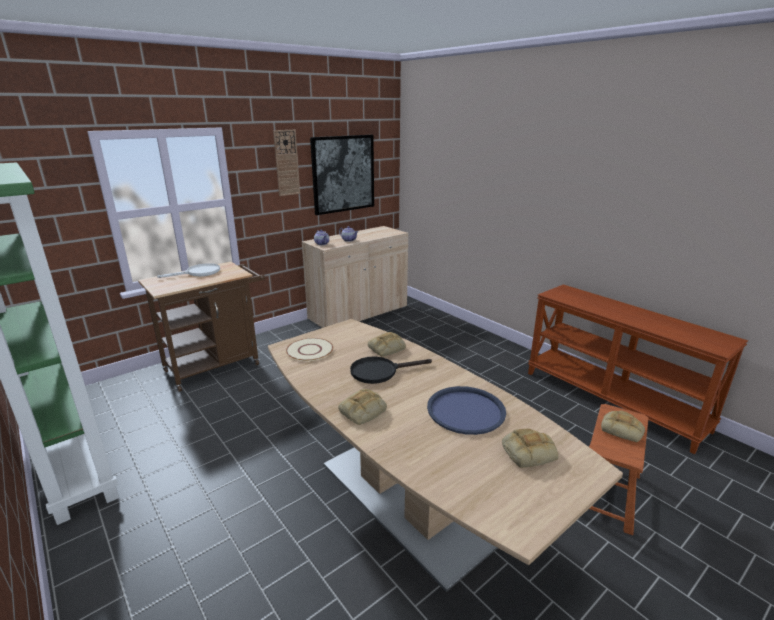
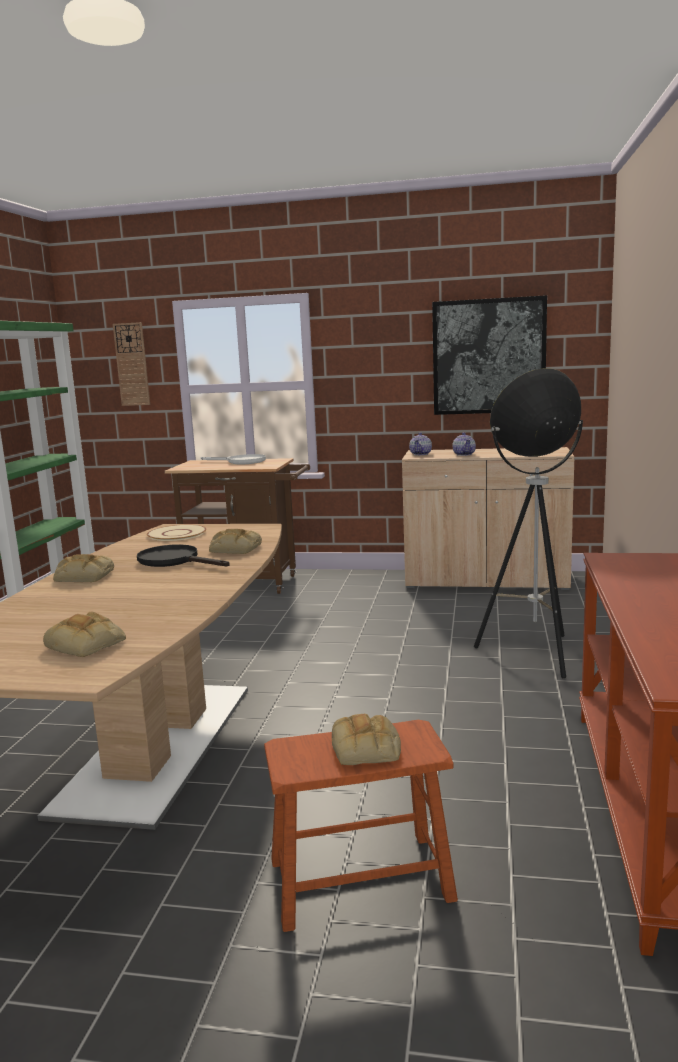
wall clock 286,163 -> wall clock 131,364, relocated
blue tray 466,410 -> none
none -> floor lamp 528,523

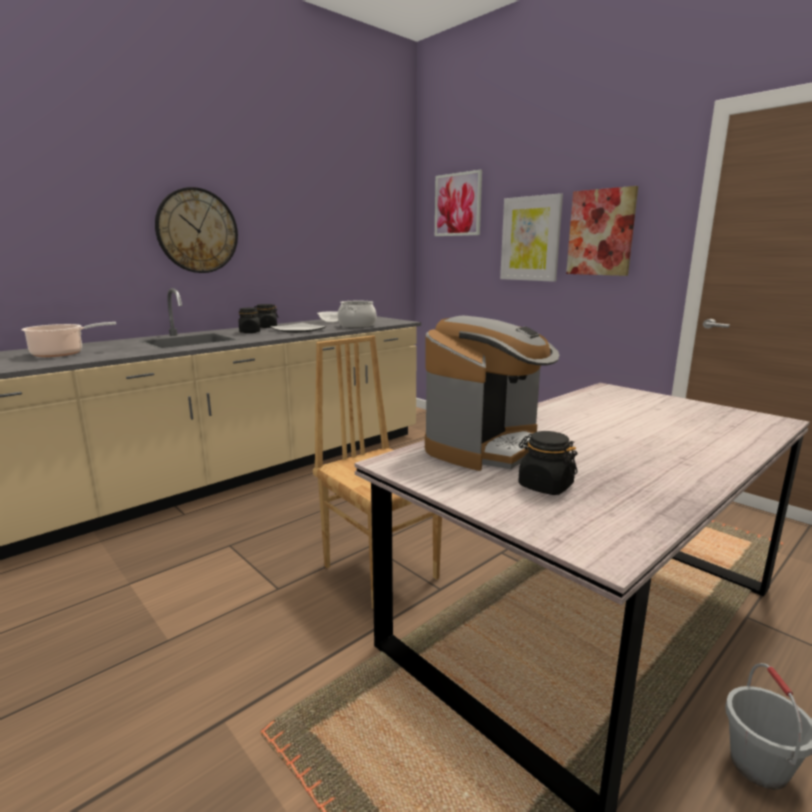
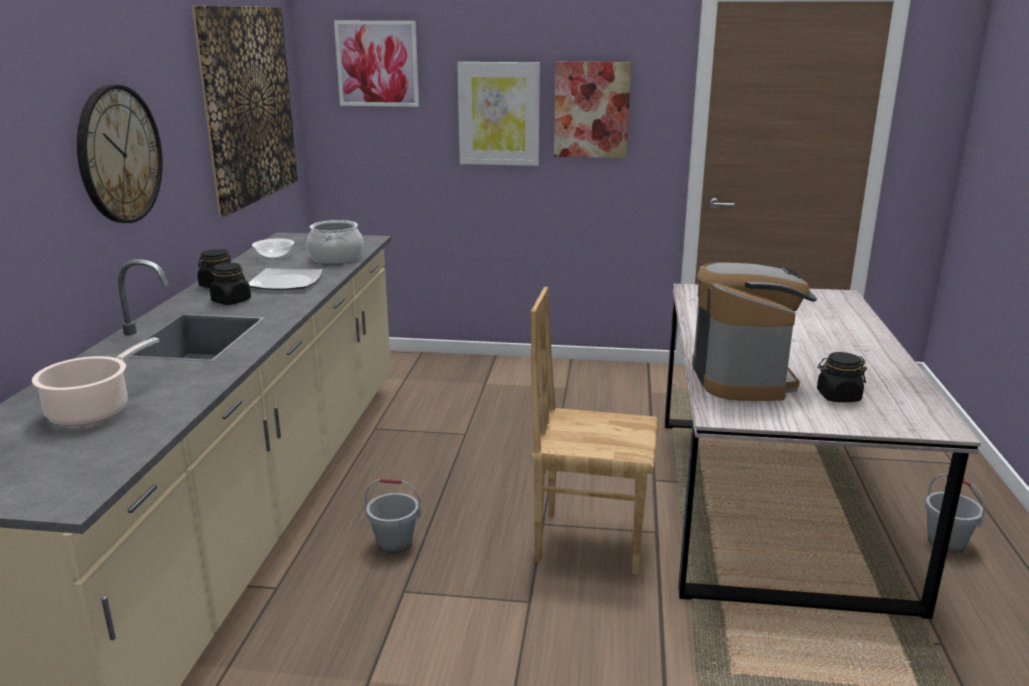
none -> picture 245,110
none -> grey bucket 392,516

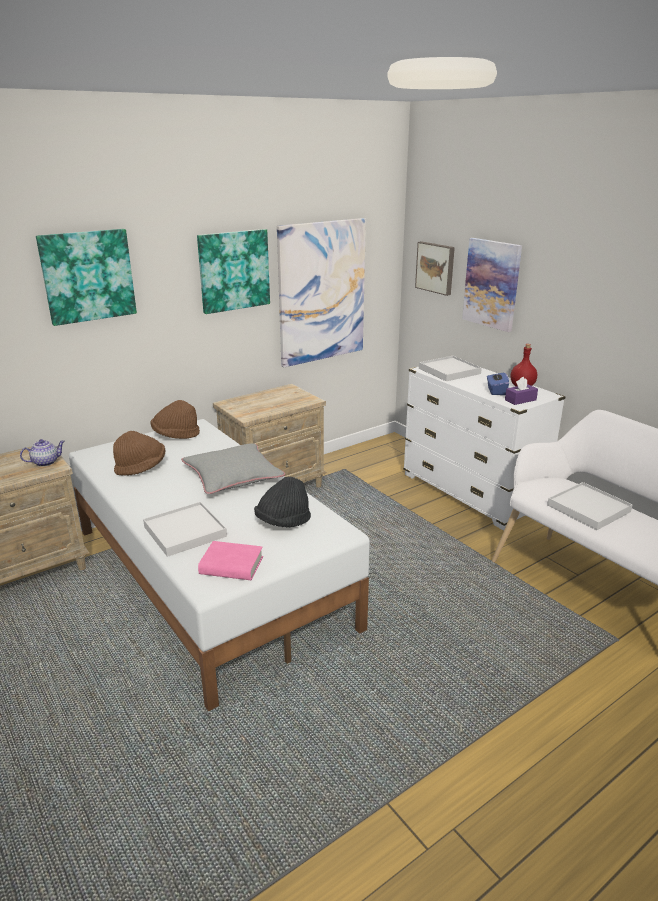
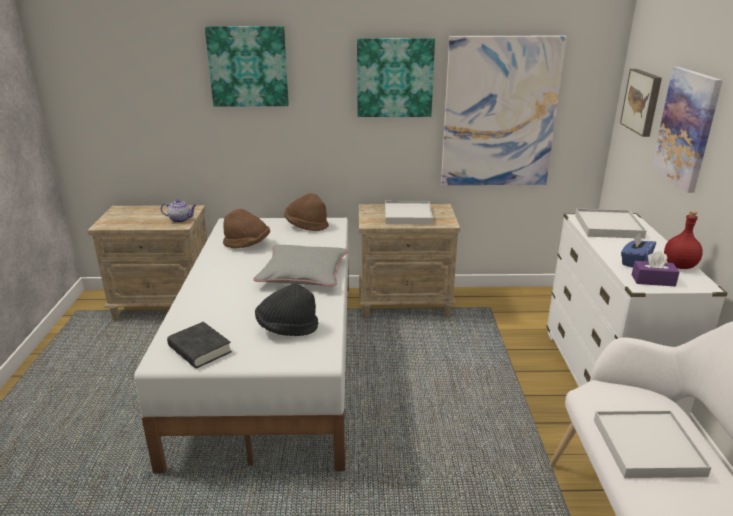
white tray 185,529 -> white tray 409,213, relocated
pink book 230,560 -> black book 199,345

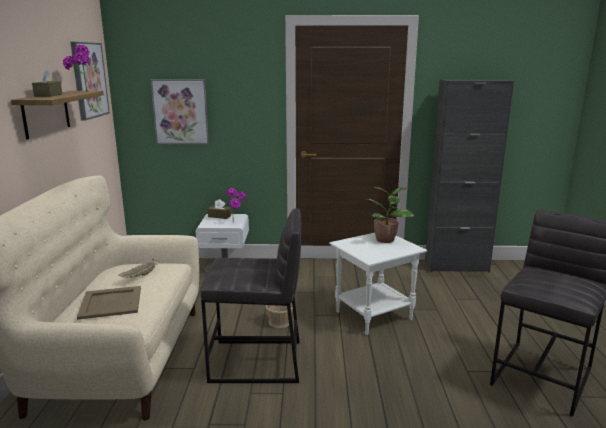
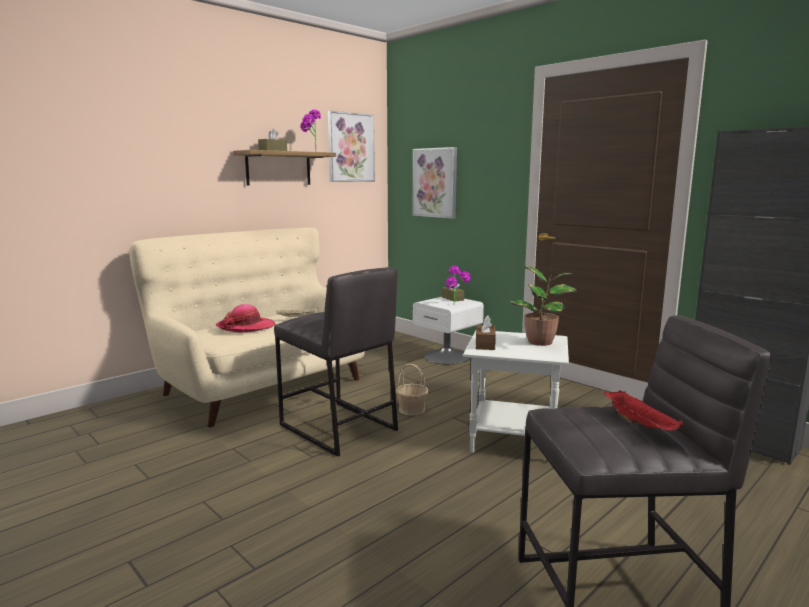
beige tray 109,303 -> hat 246,318
none -> brown tissue box 486,332
none -> red tray 643,410

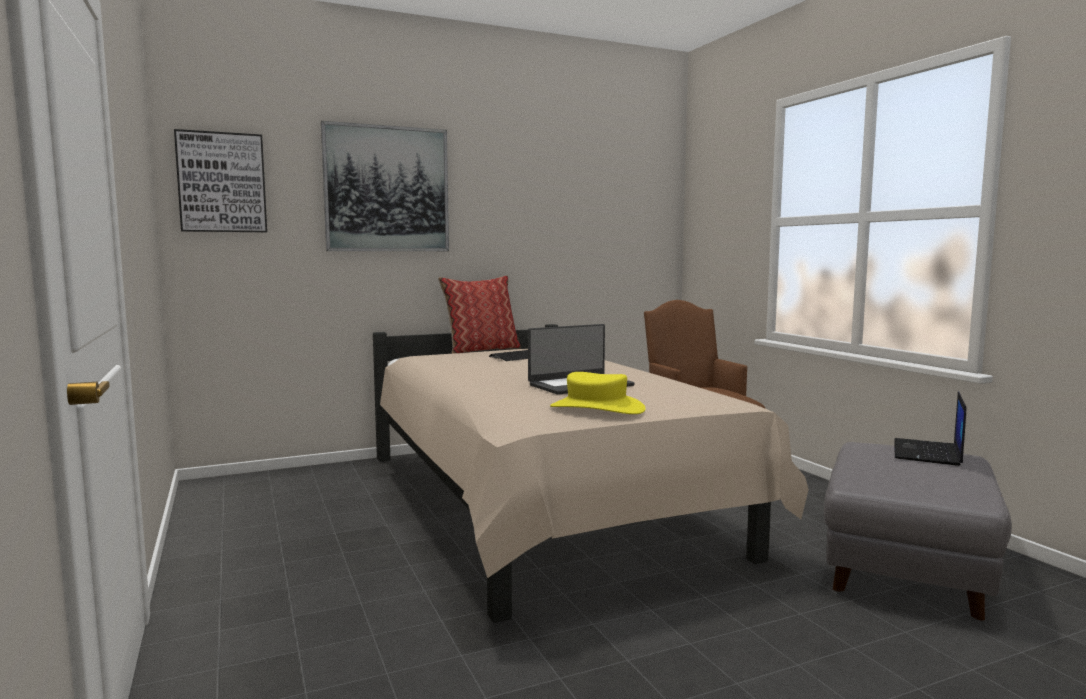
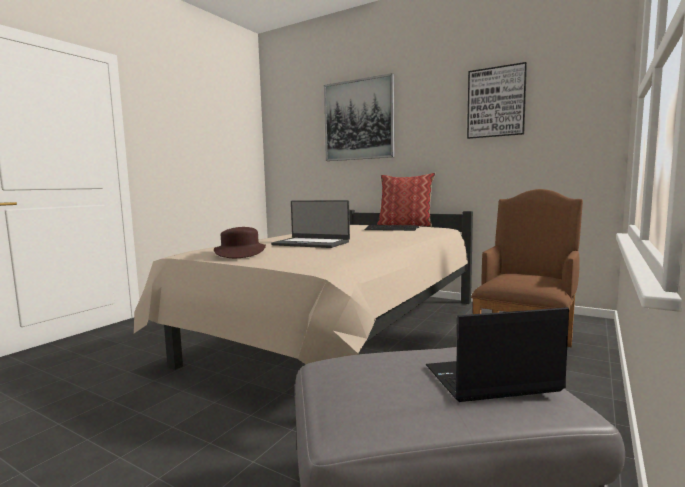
picture 220,180 -> picture 497,100, relocated
yellow hat 598,393 -> brown hat 240,242

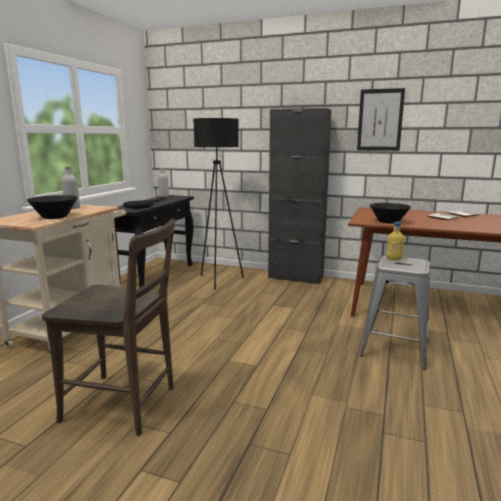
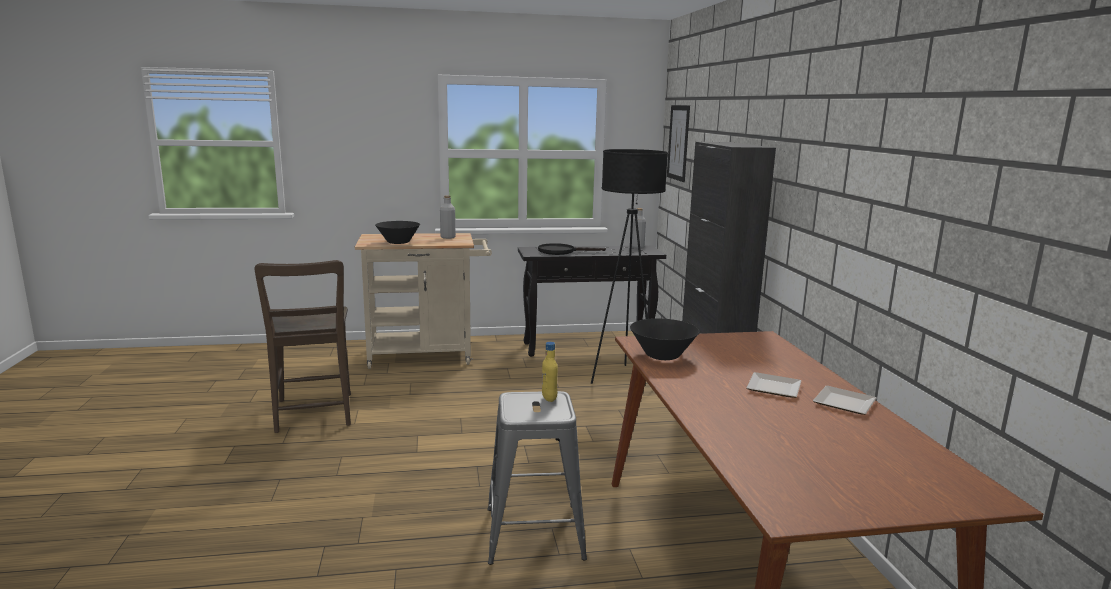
picture 381,119 -> picture 678,143, relocated

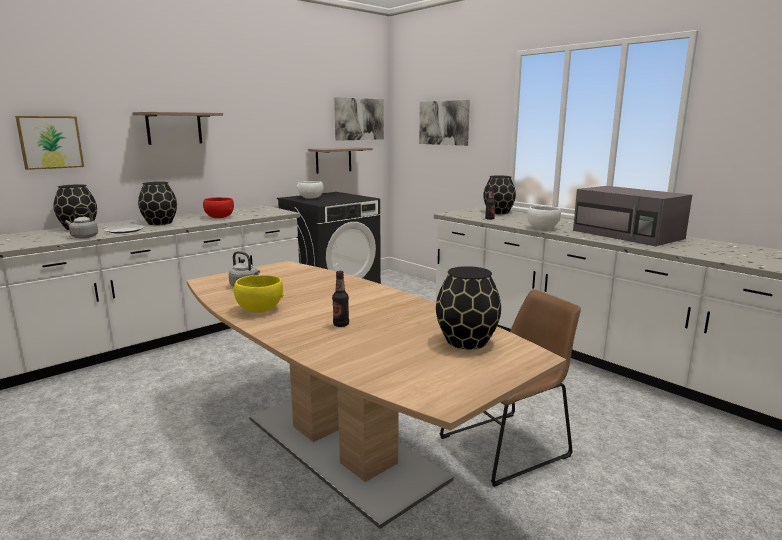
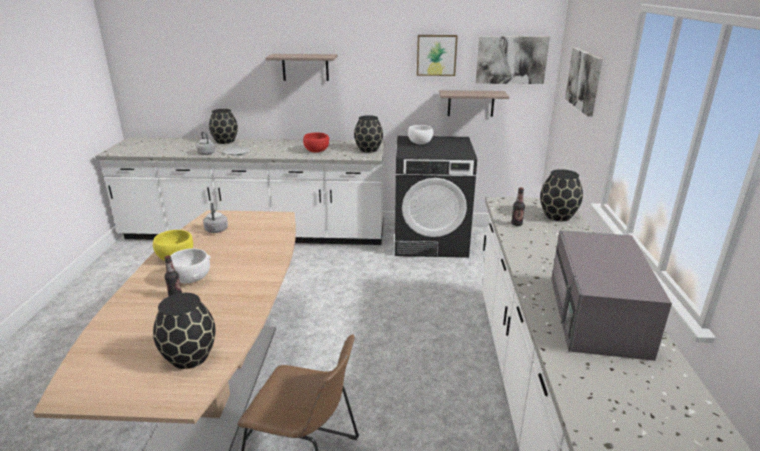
picture 49,143 -> picture 437,55, relocated
black vase 157,203 -> black vase 368,134, relocated
white bowl 544,217 -> white bowl 191,265, relocated

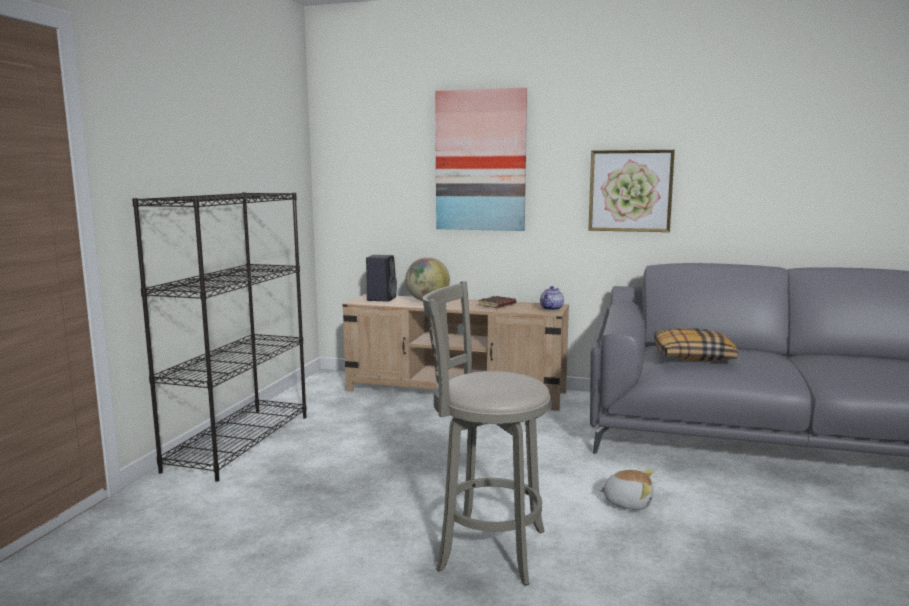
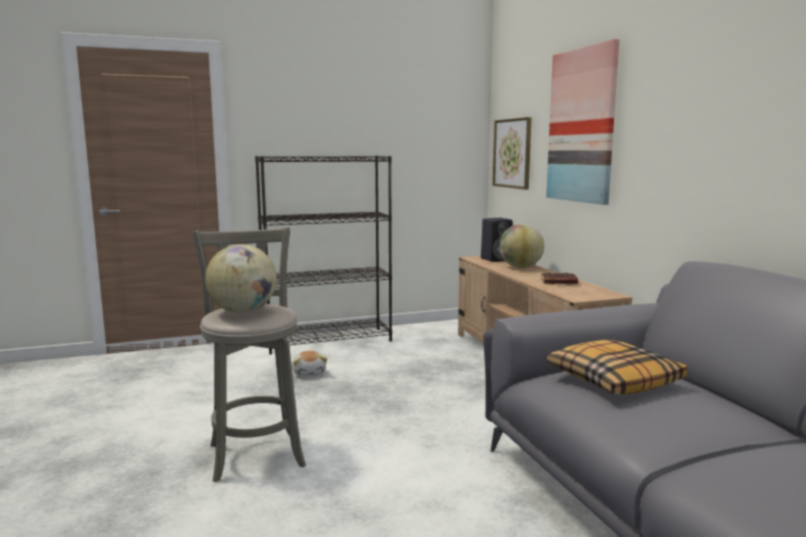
teapot 552,298 -> none
picture 631,191 -> picture 512,153, relocated
plush toy 625,490 -> plush toy 309,364, relocated
none -> globe 241,278

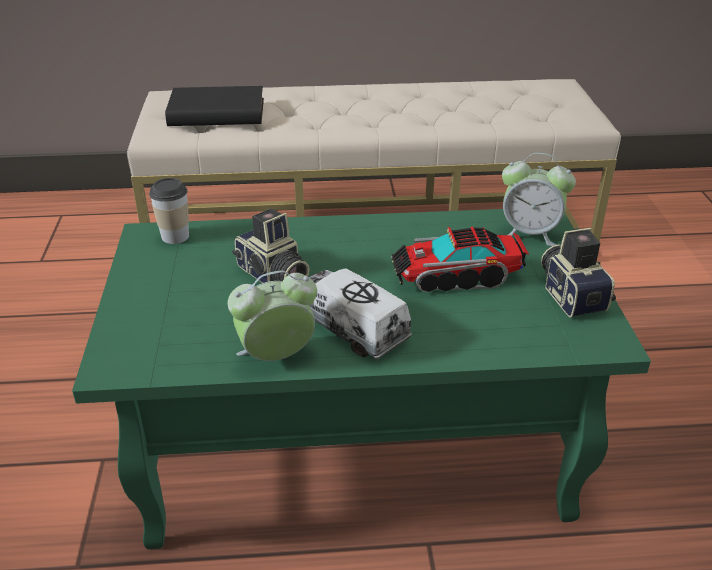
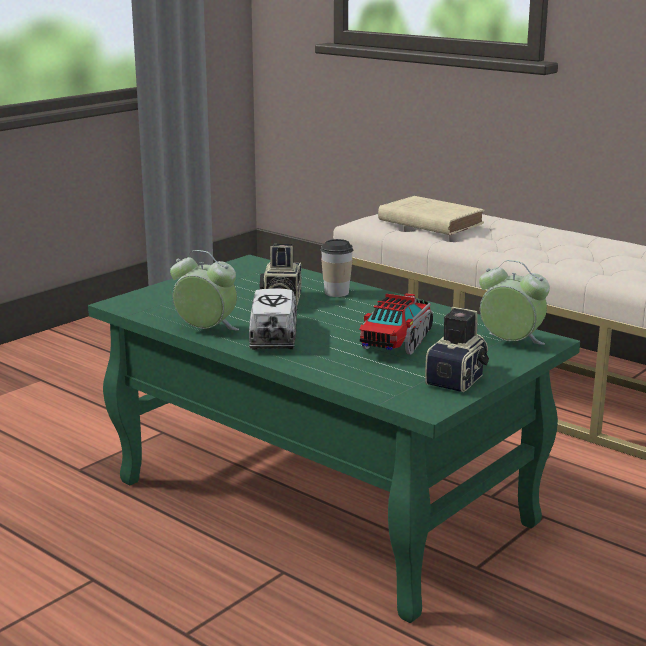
cup 169,211 -> cup 337,268, relocated
black book 214,106 -> beige book 431,215
toy truck 460,259 -> toy truck 396,323, 75 degrees clockwise
alarm clock 539,199 -> alarm clock 514,302, 150 degrees clockwise

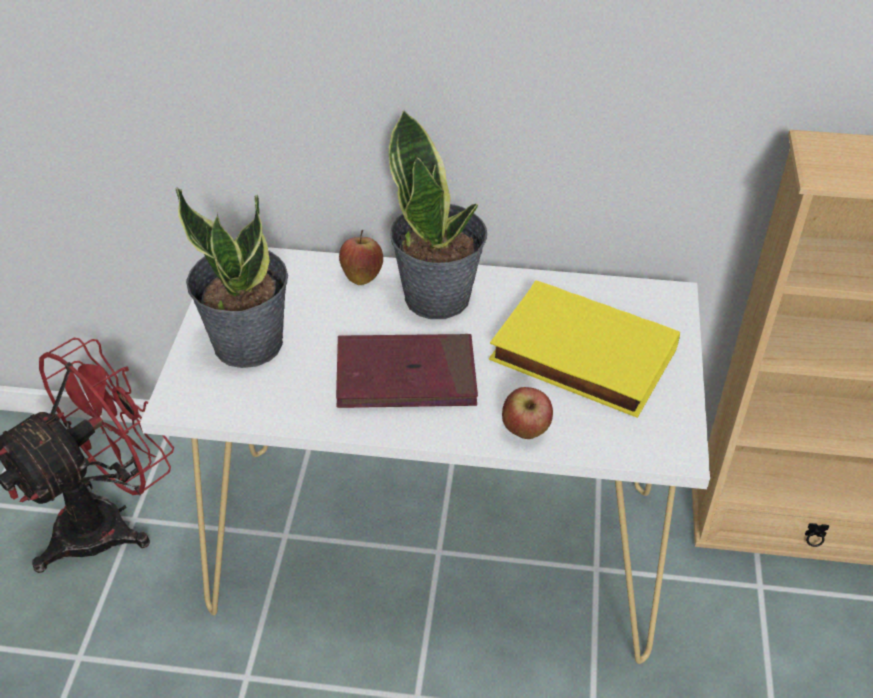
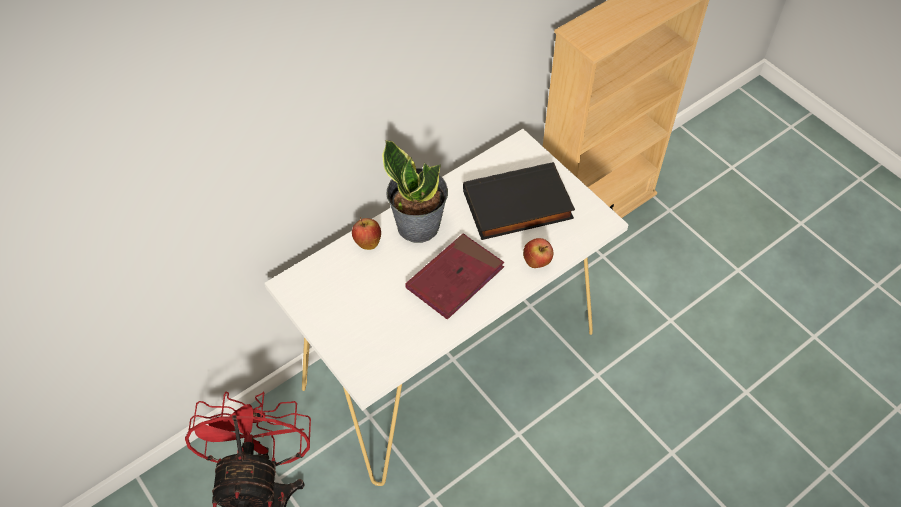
potted plant 232,277 -> none
yellow book 584,349 -> black book 519,201

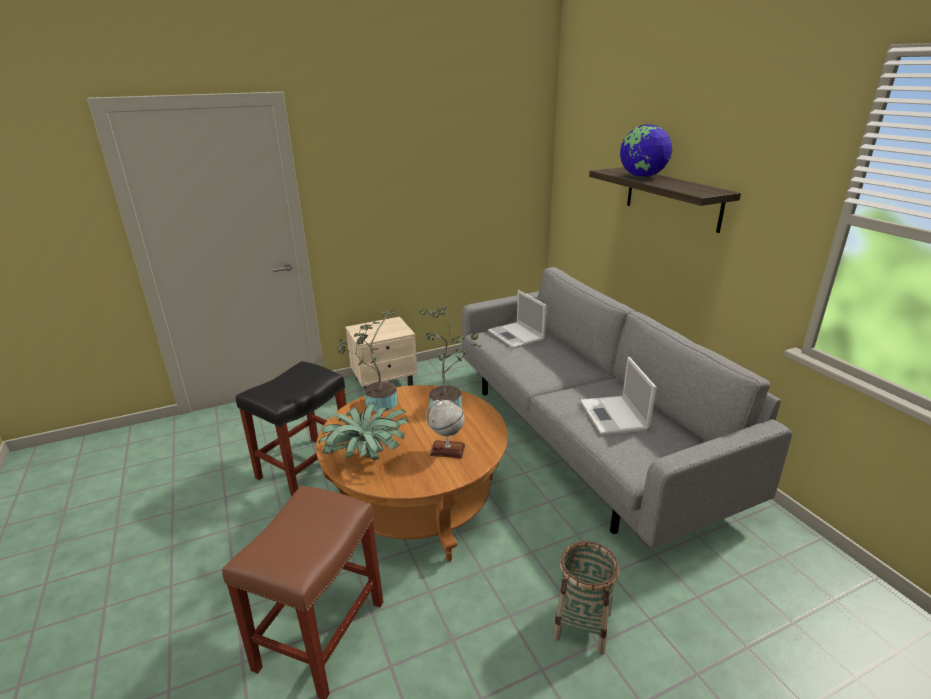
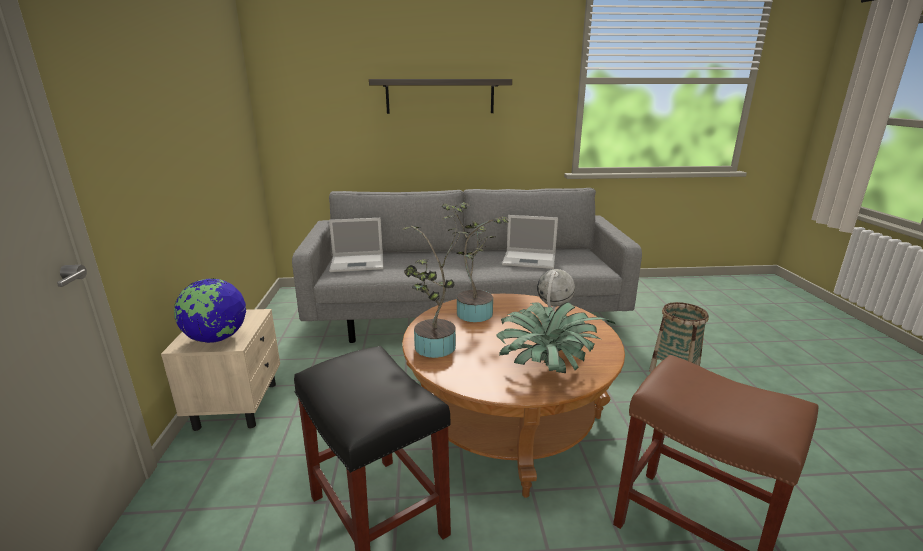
globe 646,150 -> globe 210,310, relocated

